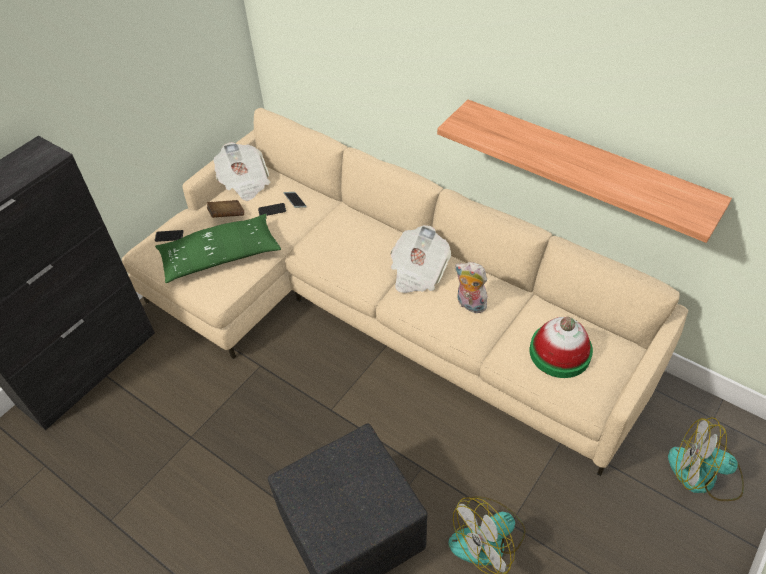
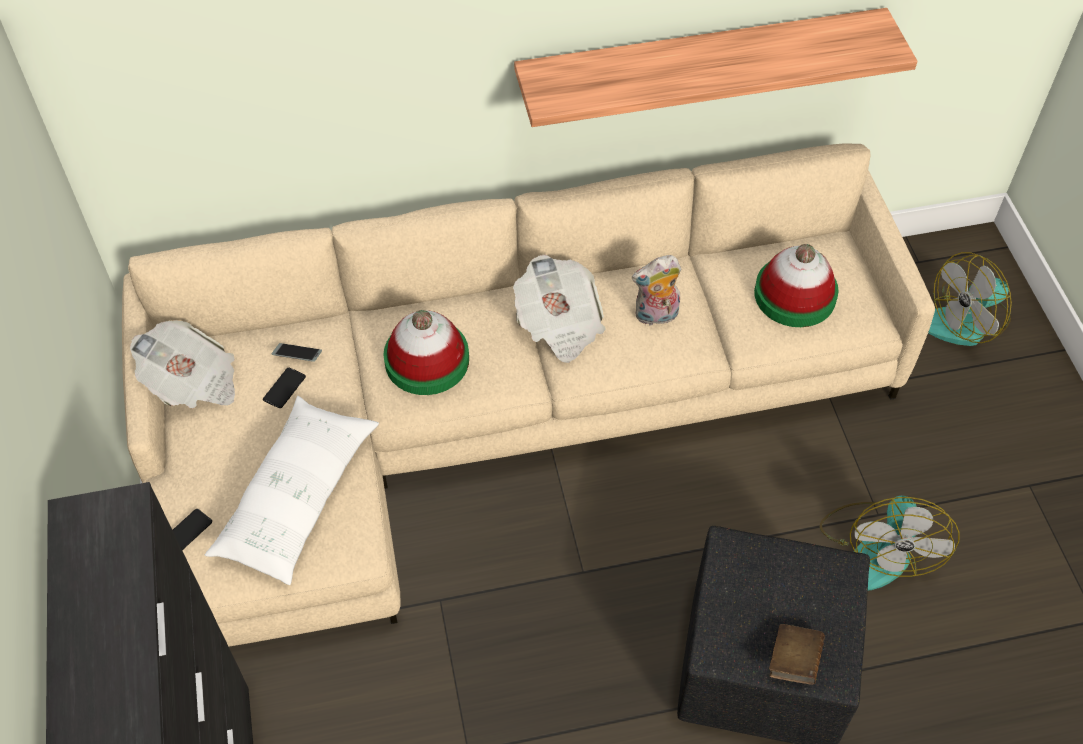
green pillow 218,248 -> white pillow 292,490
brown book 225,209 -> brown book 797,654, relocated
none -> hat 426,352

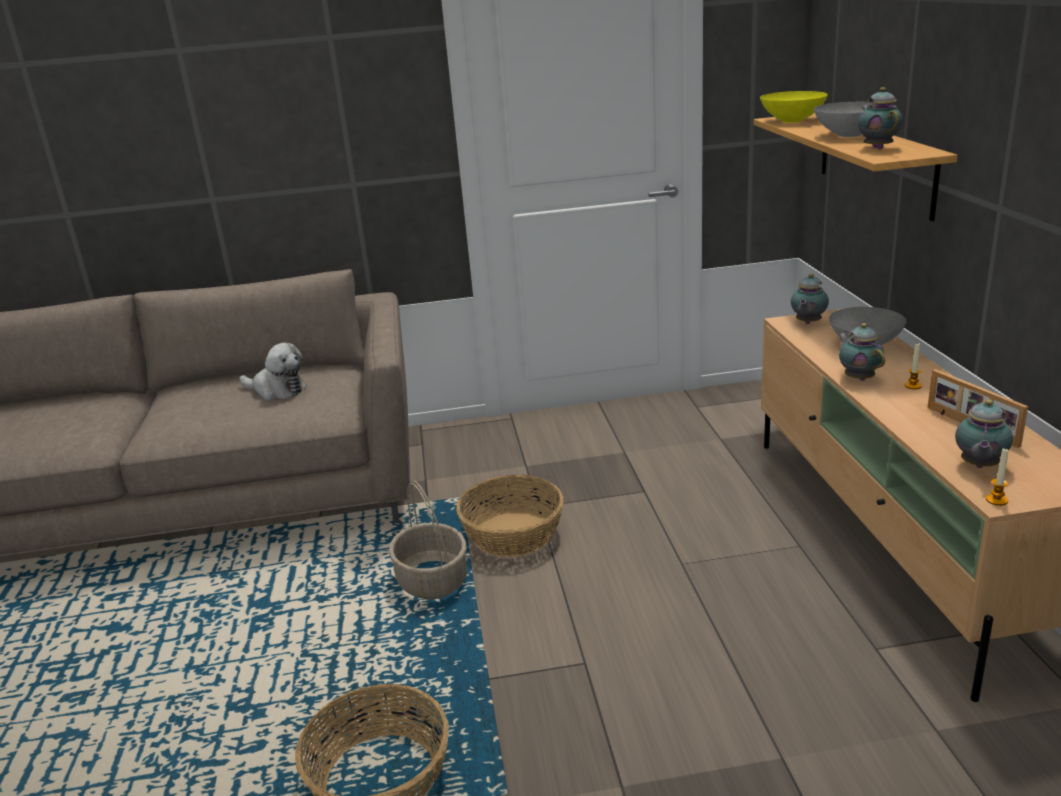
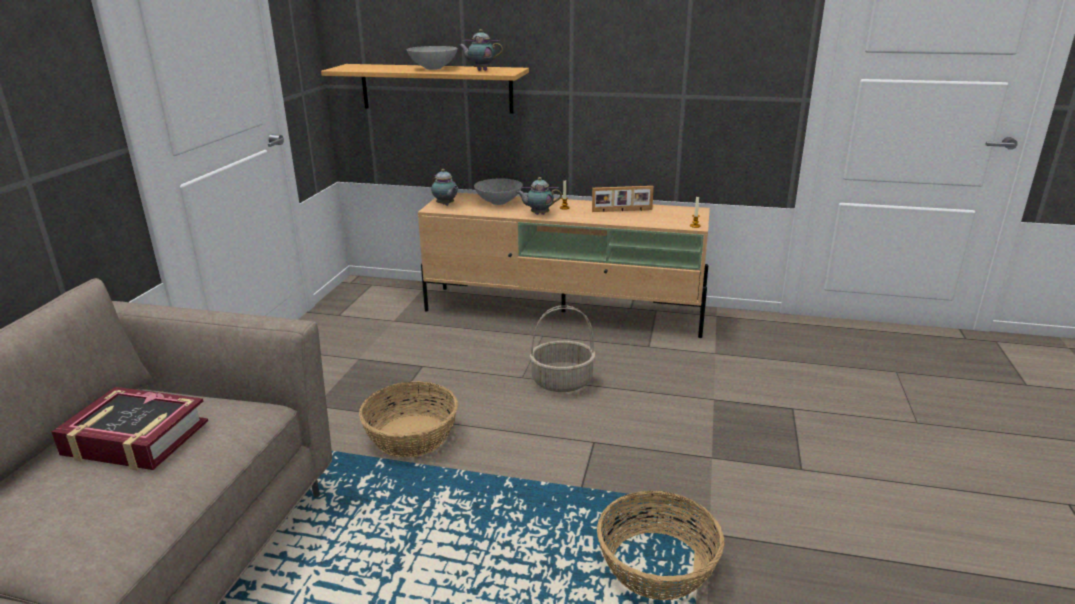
plush toy 273,371 -> book 129,428
basket 428,540 -> basket 562,348, relocated
yellow bowl 794,107 -> none
teapot 984,433 -> none

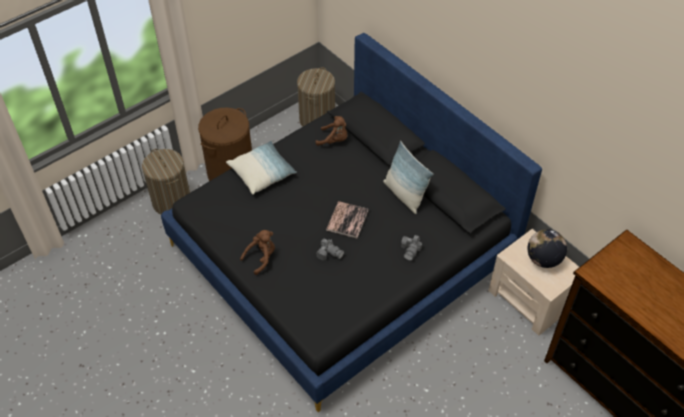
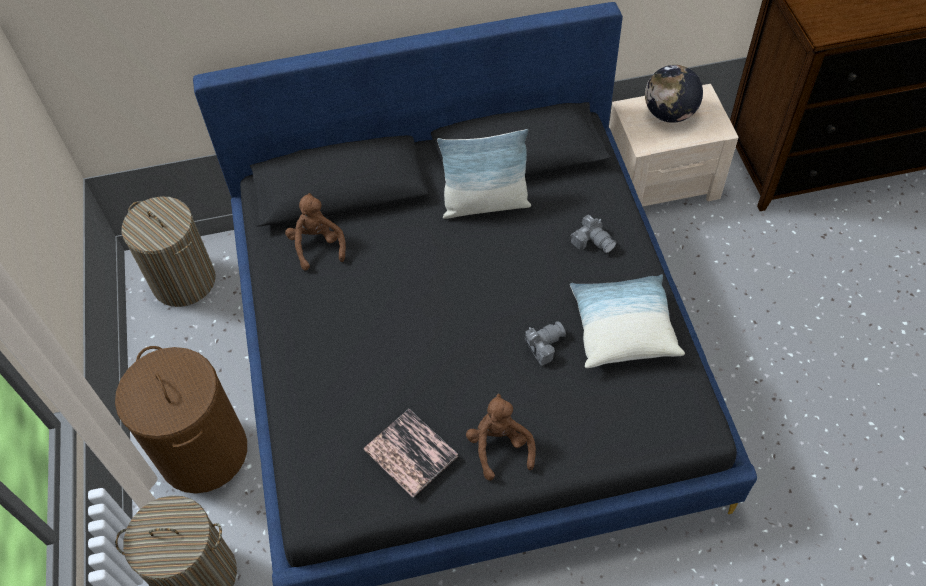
pillow 261,168 -> pillow 627,321, relocated
brown plush toy 331,131 -> brown plush toy 315,232, 60 degrees counterclockwise
book 347,219 -> book 411,453, relocated

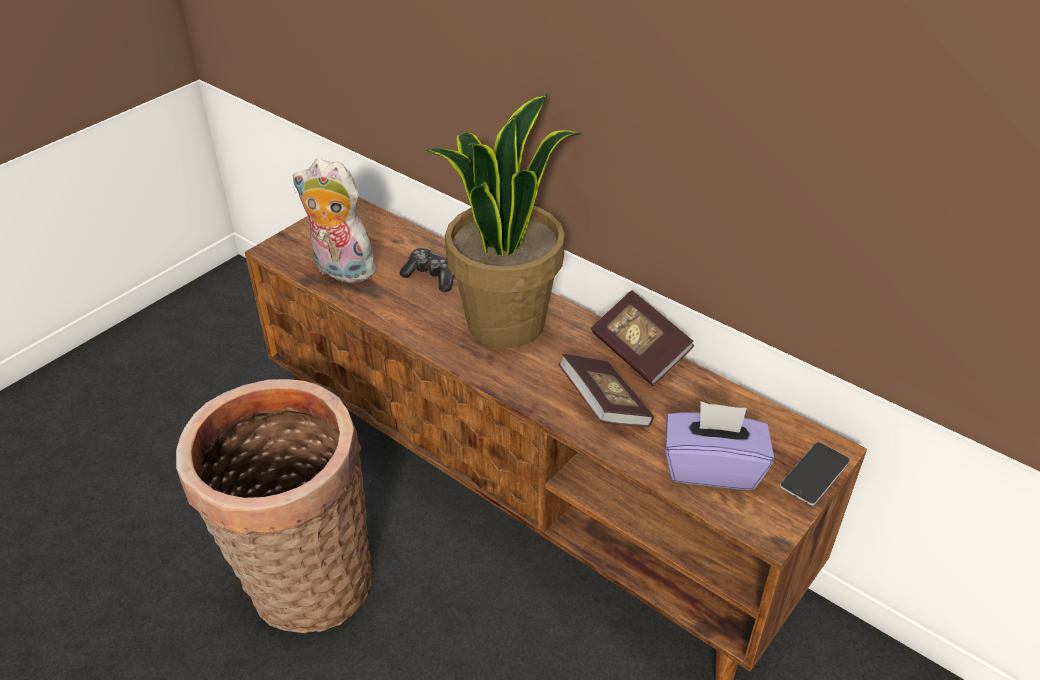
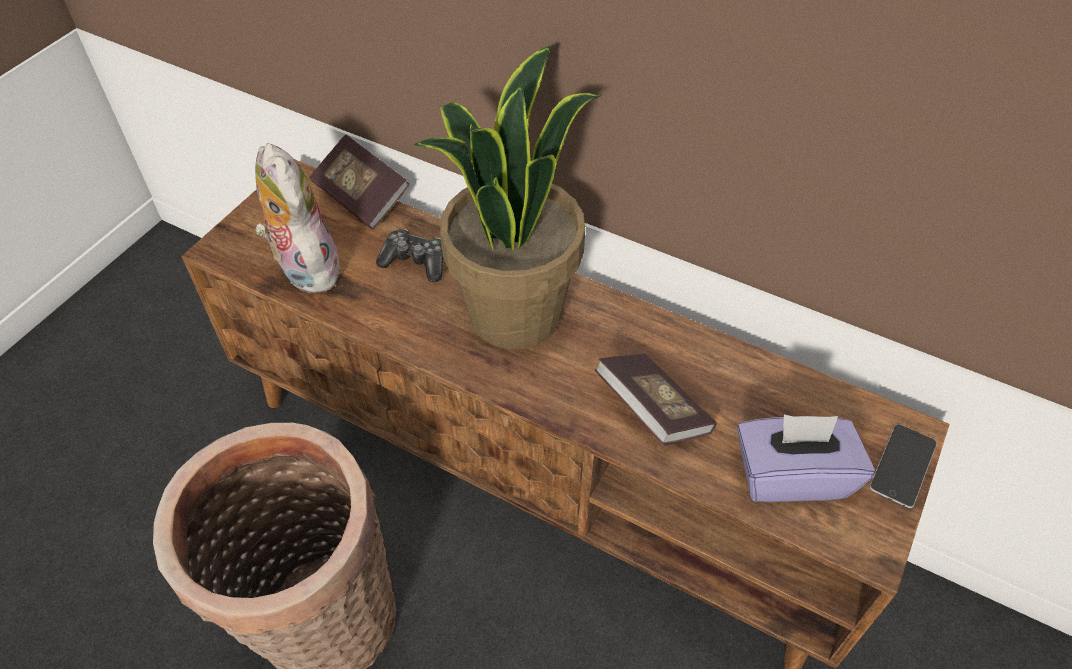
plush toy 336,220 -> plush toy 299,218, 45 degrees clockwise
book 642,338 -> book 359,182, relocated

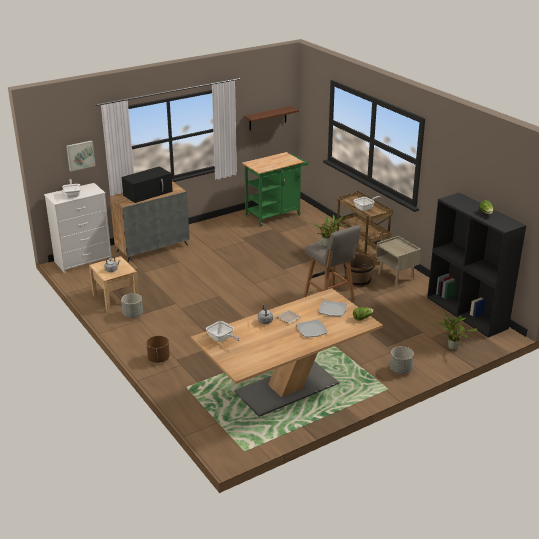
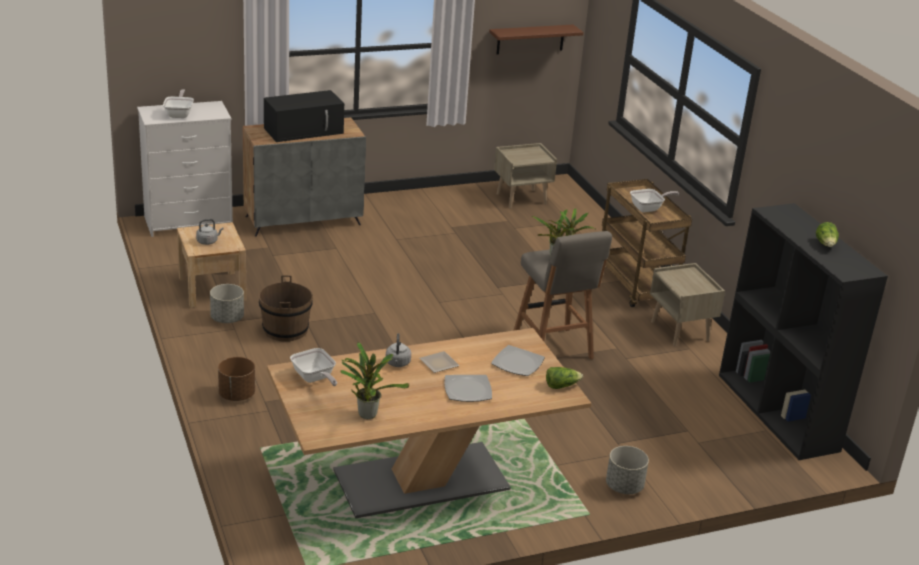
picture 80,155 -> none
green cart 275,189 -> beige nightstand 525,176
brown bucket 359,270 -> brown bucket 286,308, relocated
potted plant 456,331 -> potted plant 375,380, relocated

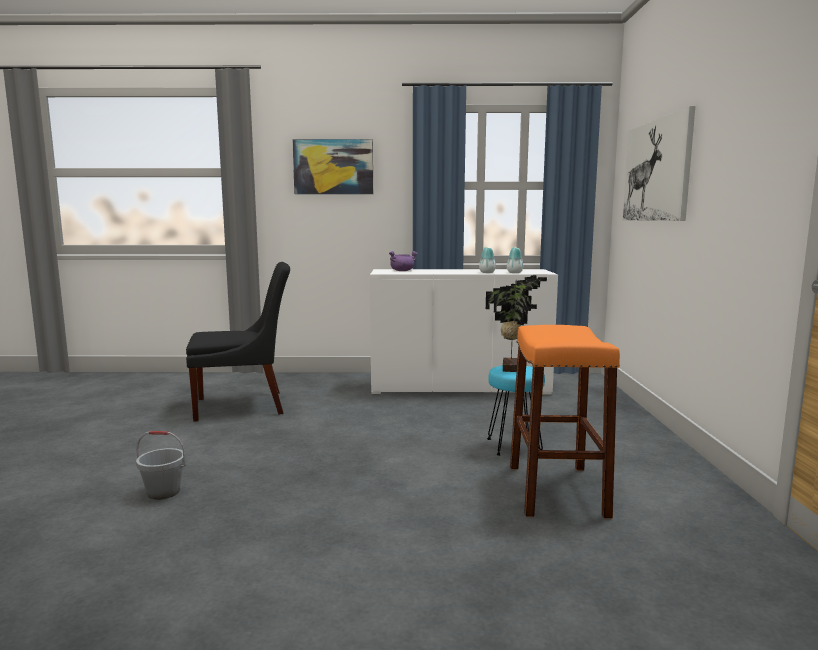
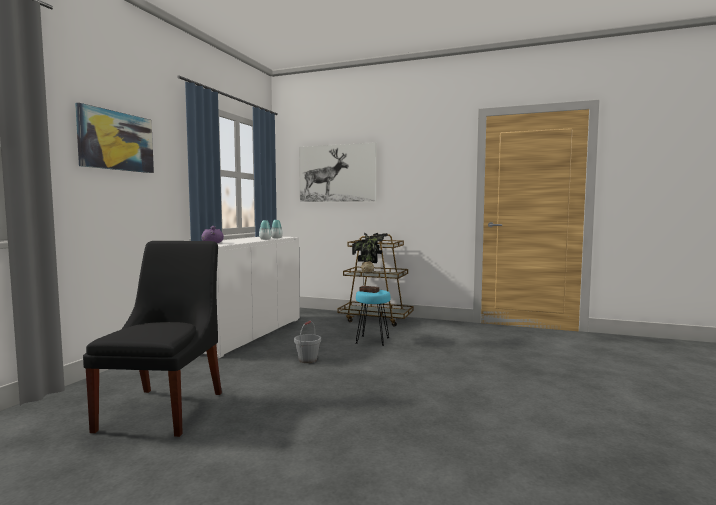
grey bucket 161,465 -> grey bucket 307,342, relocated
orange stool 565,422 -> none
none -> brown cart 375,280

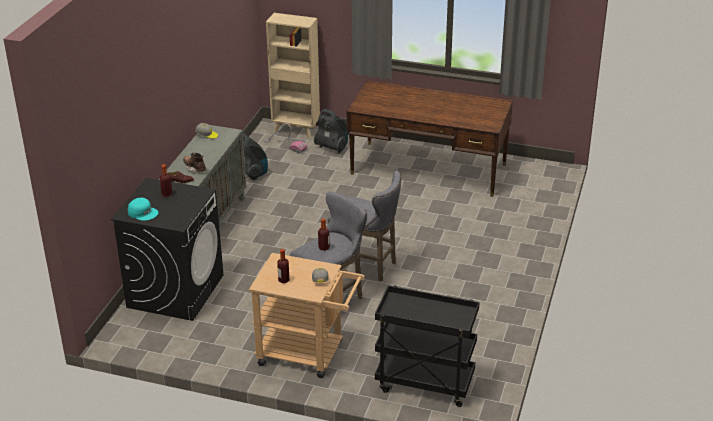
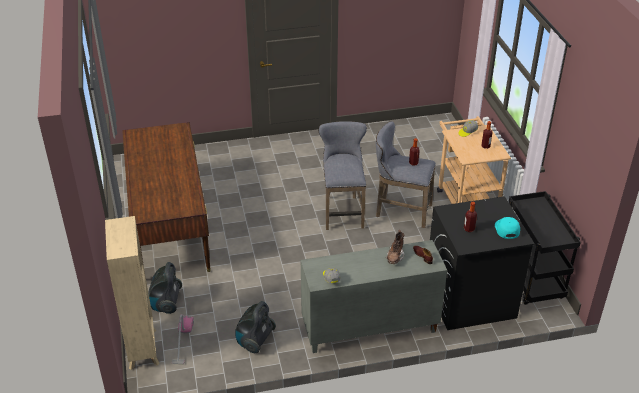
black cart 427,346 -> black cart 545,248, relocated

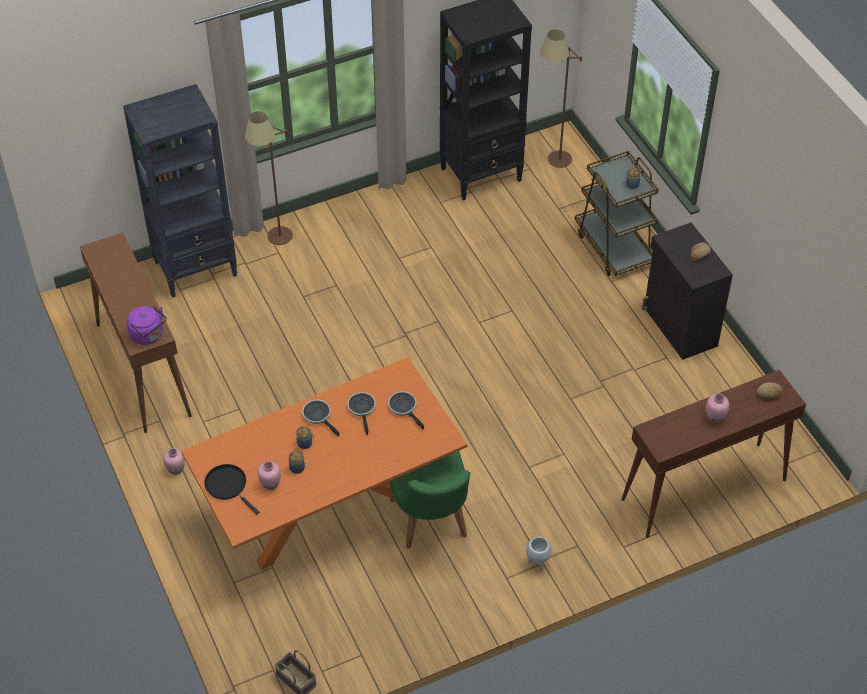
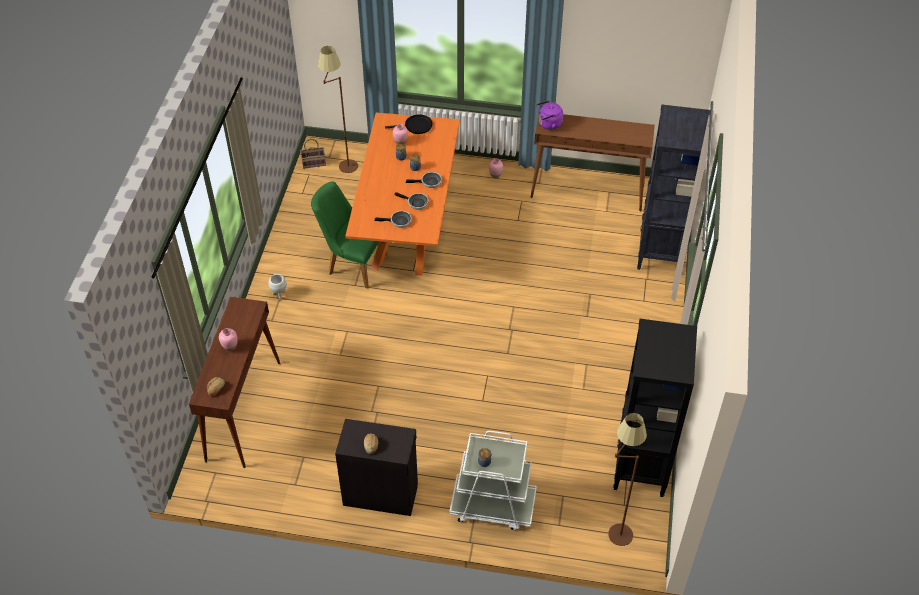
brown floor lamp 269,178 -> brown floor lamp 338,109, relocated
brown cart 616,213 -> white cart 493,480

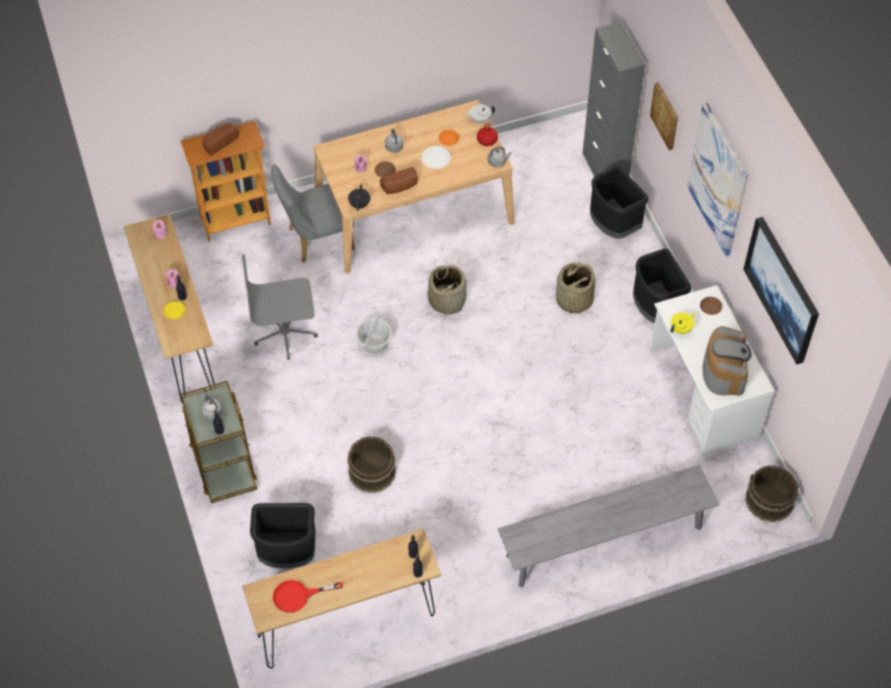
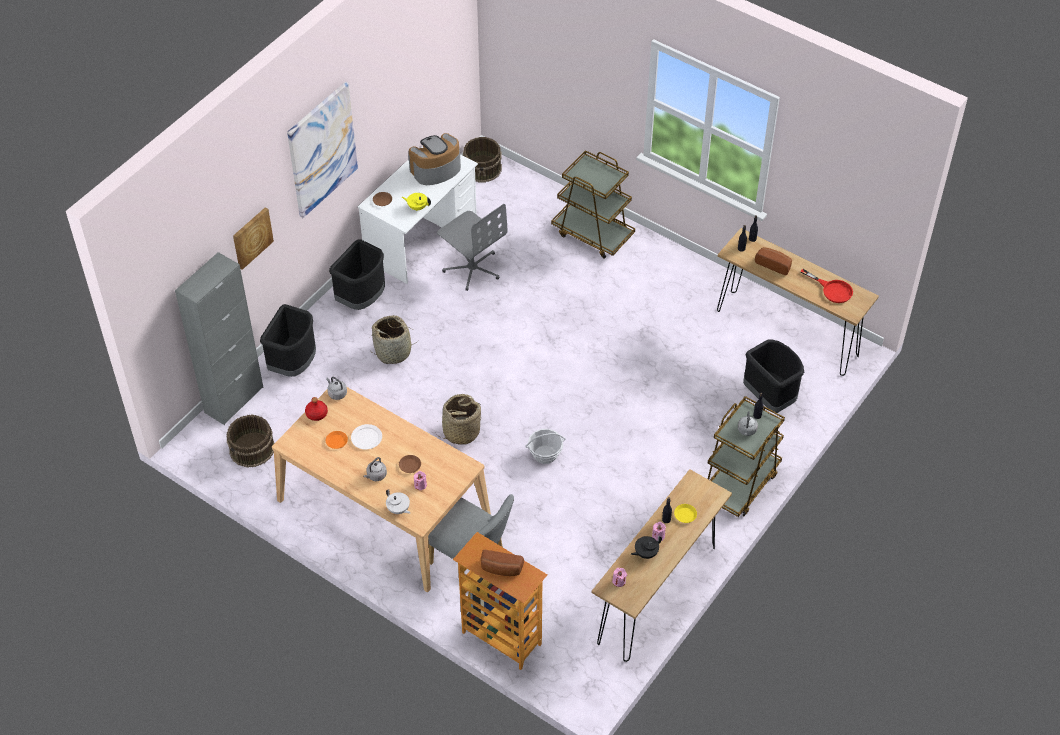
grey office chair 280,306 -> grey office chair 472,247, relocated
brown bucket 371,464 -> brown bucket 251,441, relocated
black teapot 359,197 -> black teapot 646,547, relocated
bread 399,180 -> bread 773,261, relocated
white teapot 479,113 -> white teapot 398,501, relocated
grey bench 608,526 -> brown cart 593,204
picture 781,290 -> none

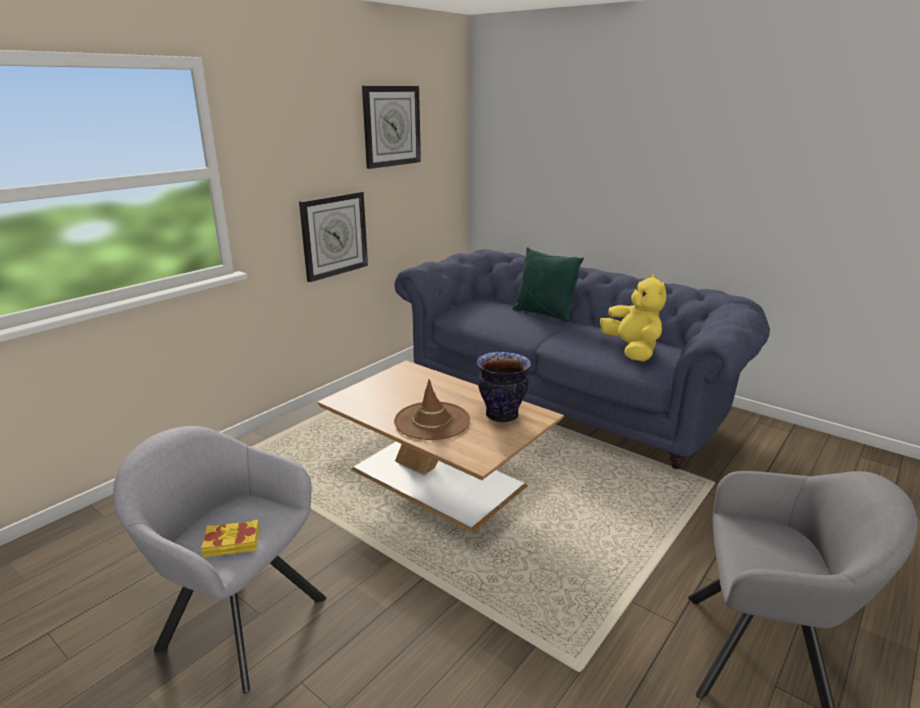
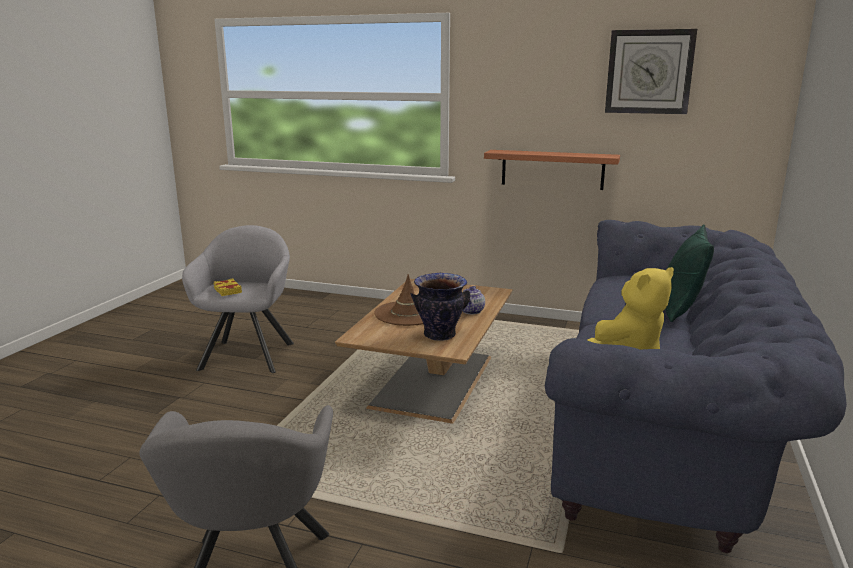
wall clock 333,236 -> shelf 552,170
none -> teapot 474,300

